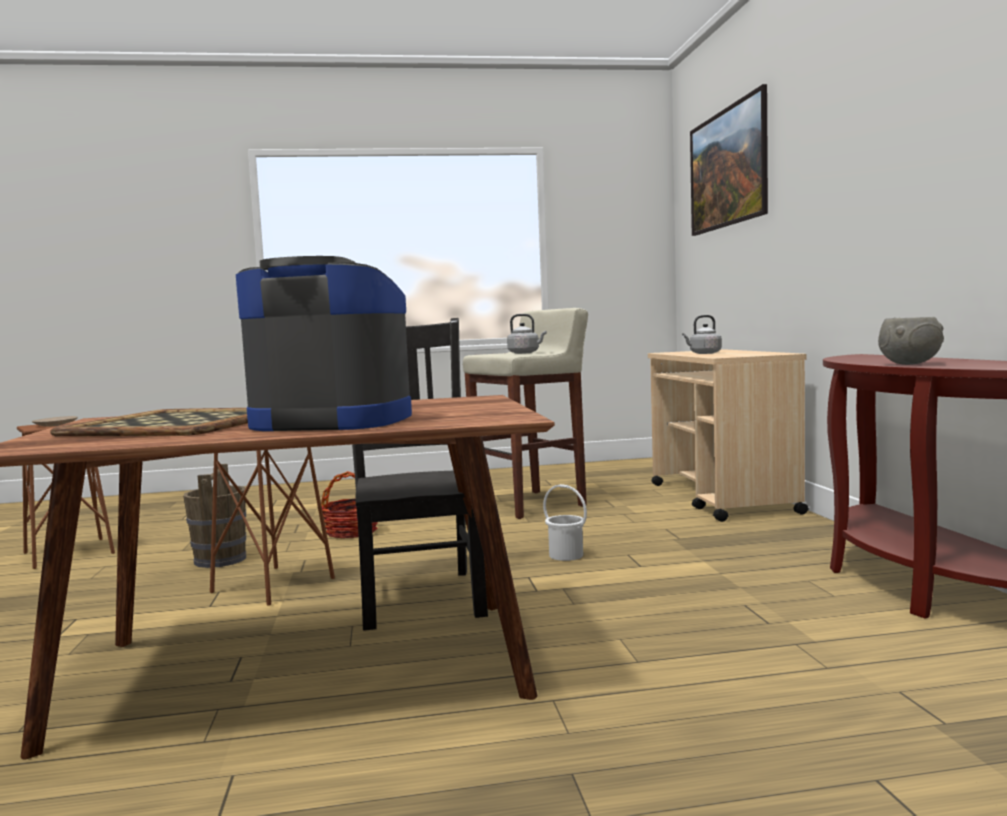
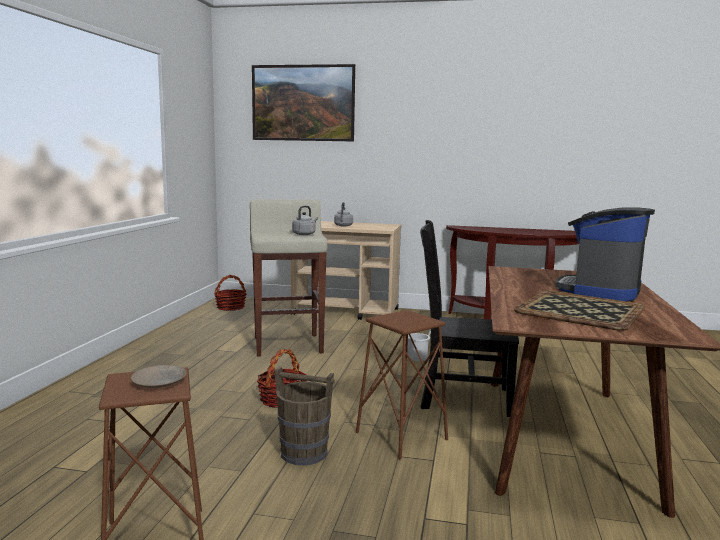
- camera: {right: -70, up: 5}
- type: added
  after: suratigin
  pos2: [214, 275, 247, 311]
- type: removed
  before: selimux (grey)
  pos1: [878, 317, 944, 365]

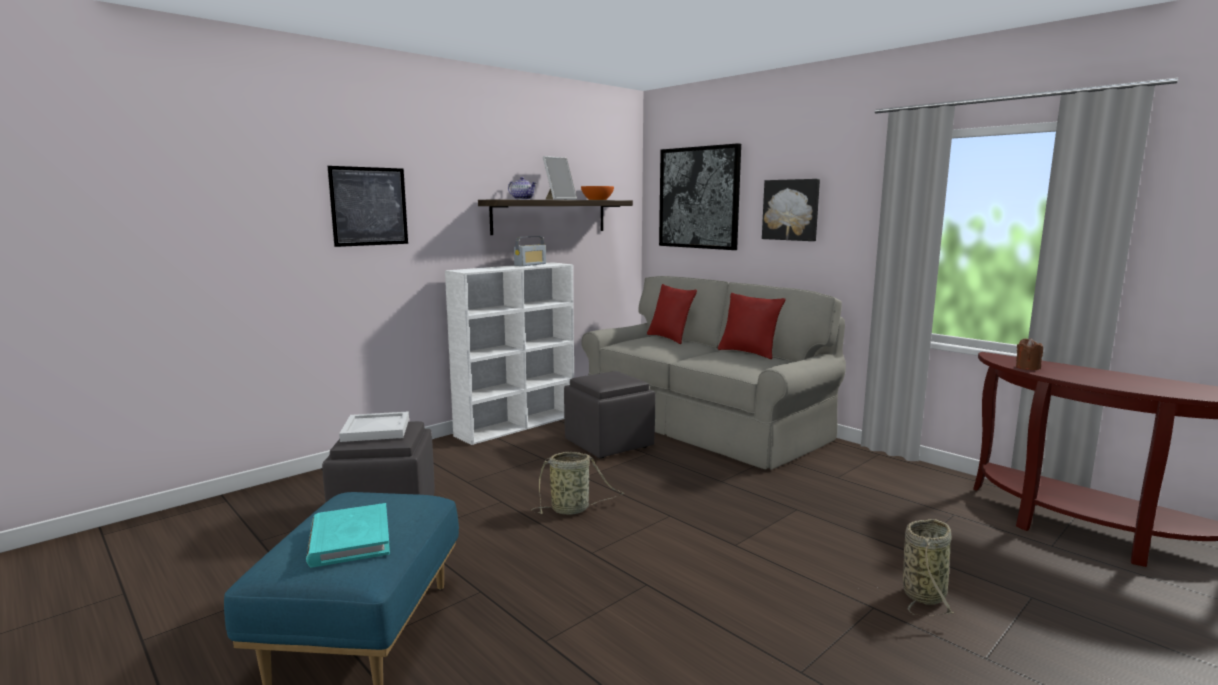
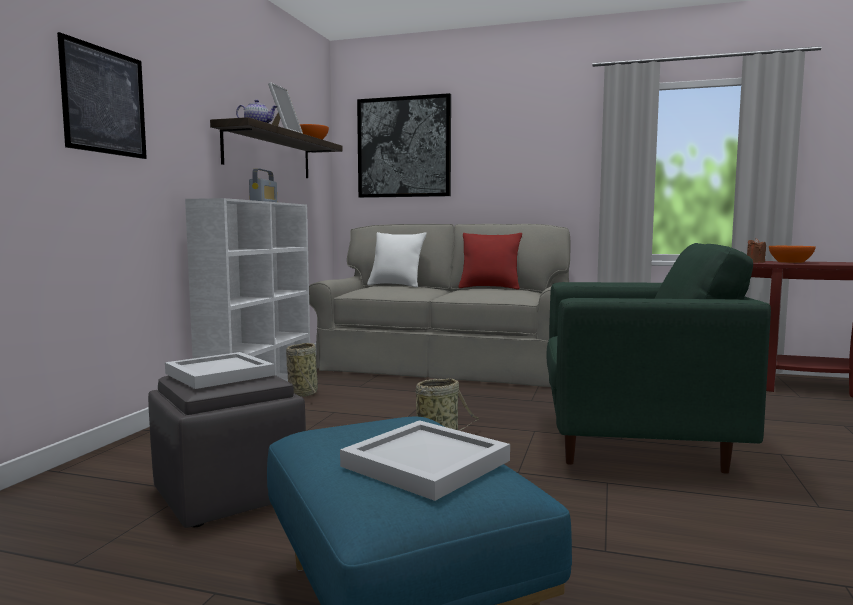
- camera: {right: -30, up: -5}
- type: moved
  before: suratigin
  pos1: [903, 519, 953, 616]
  pos2: [286, 343, 318, 397]
- type: replaced
  before: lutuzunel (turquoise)
  after: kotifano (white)
  pos1: [306, 503, 390, 567]
  pos2: [340, 420, 510, 501]
- type: recoloured
  before: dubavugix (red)
  after: dubavugix (white)
  pos1: [647, 284, 697, 344]
  pos2: [367, 232, 426, 288]
- type: added
  after: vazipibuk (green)
  pos2: [547, 243, 771, 474]
- type: added
  after: selimux (orange)
  pos2: [769, 246, 816, 263]
- type: removed
  before: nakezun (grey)
  pos1: [564, 371, 655, 458]
- type: removed
  before: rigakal
  pos1: [762, 179, 820, 241]

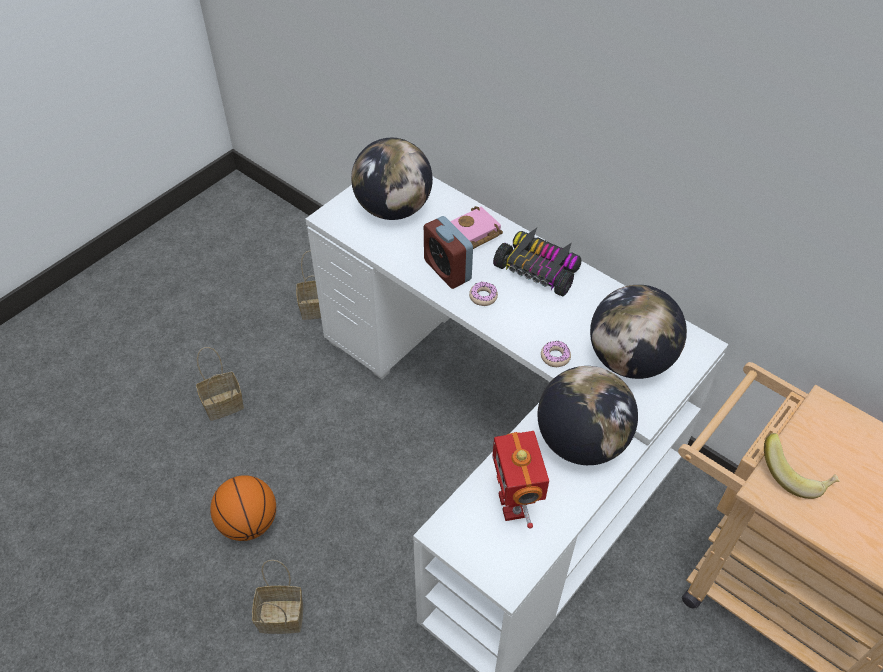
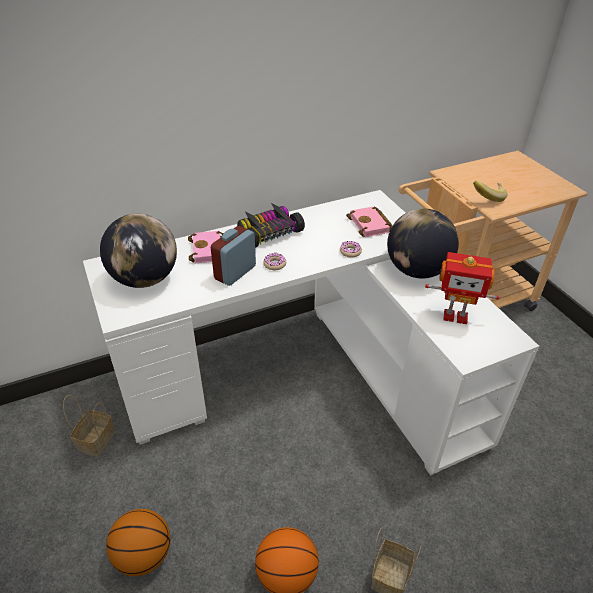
- camera: {right: -65, up: -10}
- type: replaced
  before: suratigin
  after: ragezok
  pos1: [196, 347, 244, 421]
  pos2: [106, 509, 170, 576]
- type: turned
  before: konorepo
  pos1: [424, 216, 473, 289]
  pos2: [211, 226, 256, 286]
  turn: 135
- type: replaced
  before: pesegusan
  after: lutuzunel (pink)
  pos1: [590, 285, 687, 379]
  pos2: [346, 207, 392, 237]

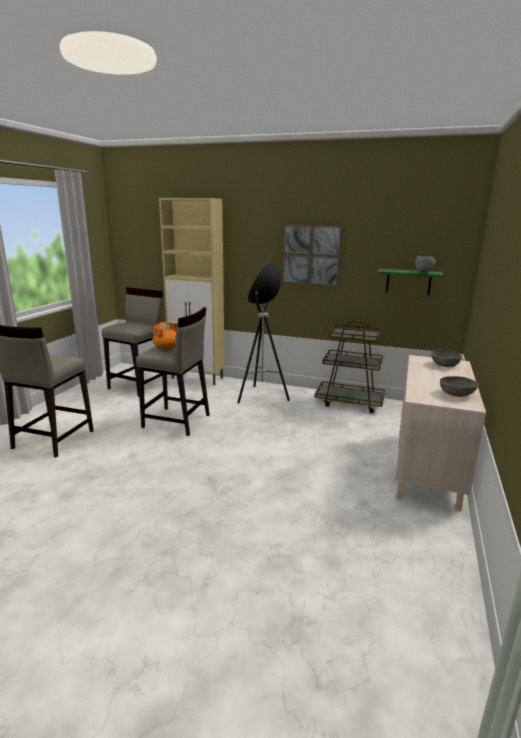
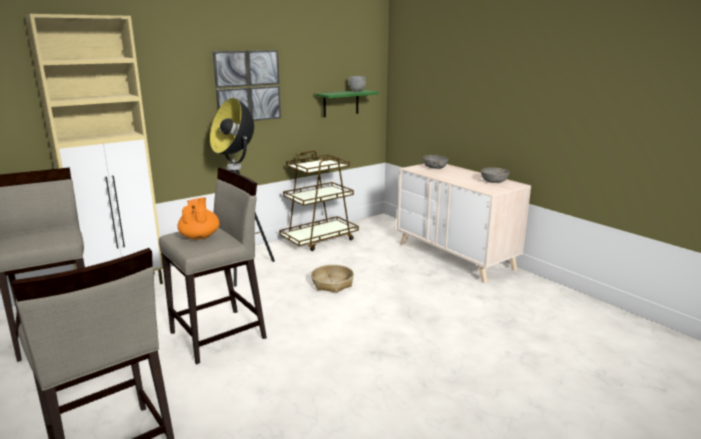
- camera: {right: -55, up: 0}
- type: added
  after: suratigin
  pos2: [311, 265, 354, 293]

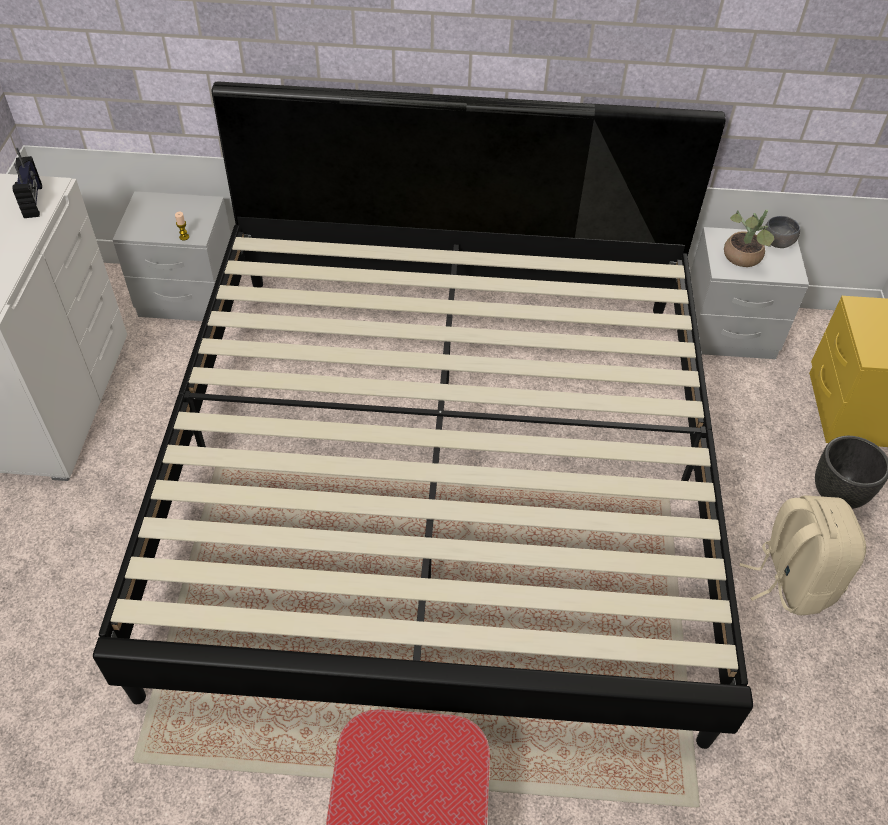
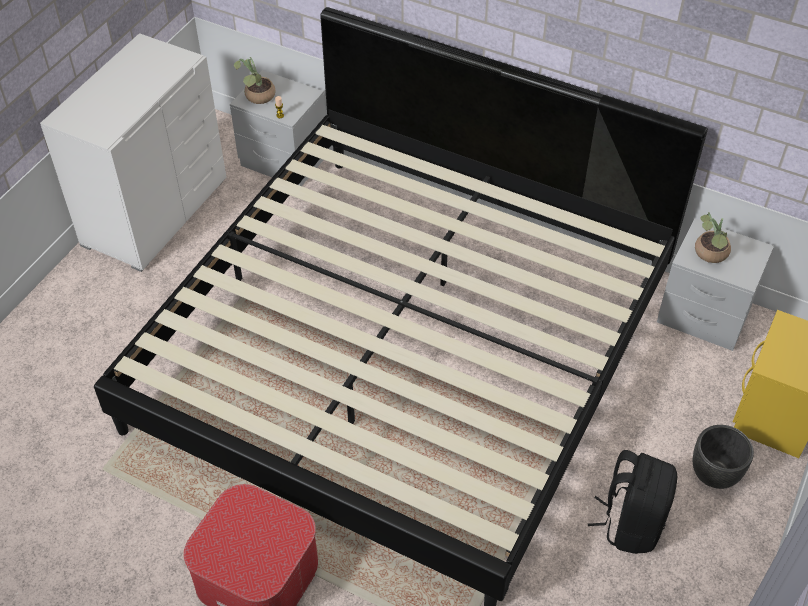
- camera: {right: 25, up: 0}
- type: added
  after: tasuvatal
  pos2: [234, 57, 276, 104]
- type: recoloured
  before: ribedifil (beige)
  after: ribedifil (black)
  pos1: [740, 495, 866, 615]
  pos2: [588, 450, 677, 554]
- type: removed
  before: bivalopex
  pos1: [12, 148, 42, 218]
- type: removed
  before: selimux (grey)
  pos1: [765, 216, 800, 248]

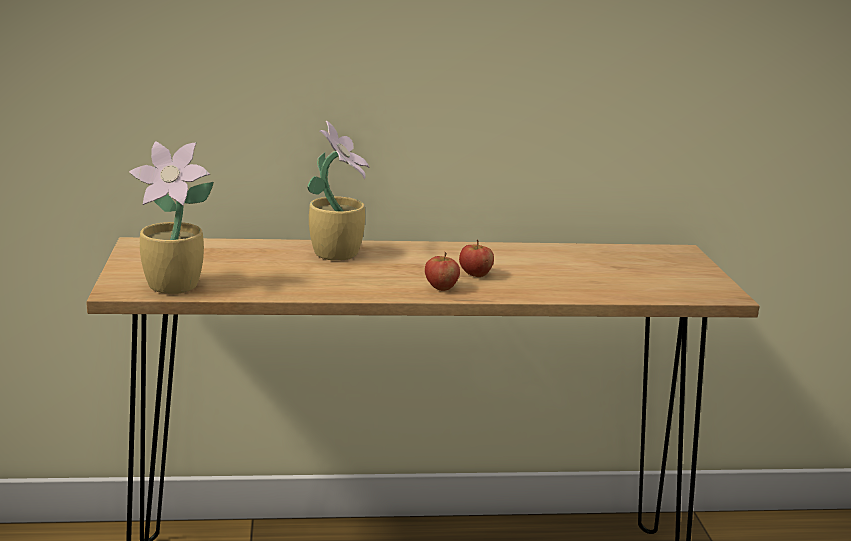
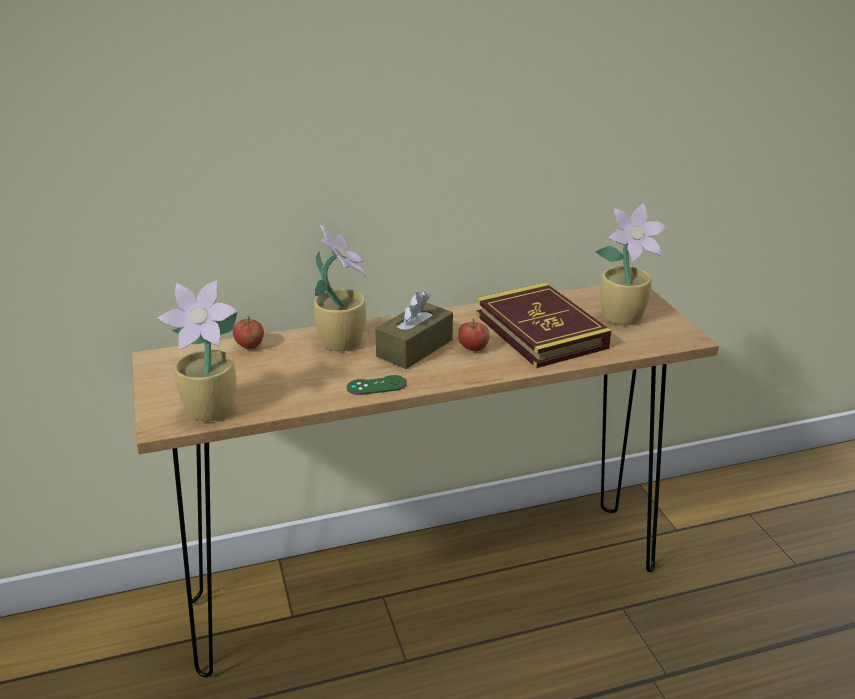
- camera: {right: -10, up: 10}
- type: moved
  before: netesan
  pos1: [425, 252, 460, 291]
  pos2: [233, 316, 264, 350]
- type: added
  after: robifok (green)
  pos2: [347, 375, 407, 395]
- type: added
  after: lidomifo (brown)
  pos2: [375, 292, 453, 369]
- type: added
  after: lutuzunel
  pos2: [476, 282, 611, 368]
- type: added
  after: tasuvatal
  pos2: [595, 203, 667, 325]

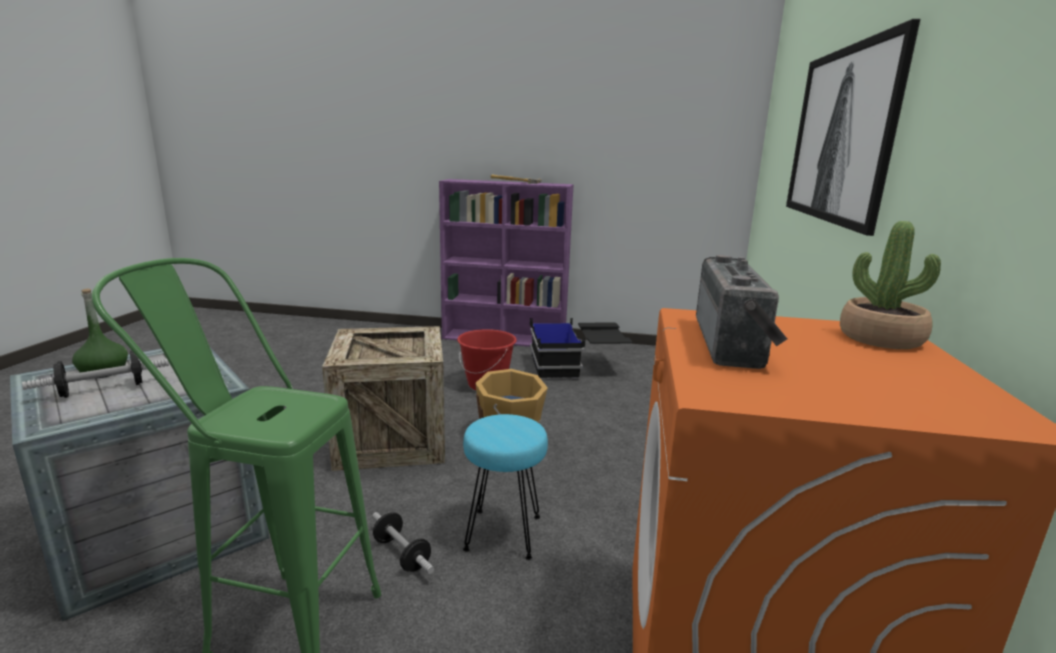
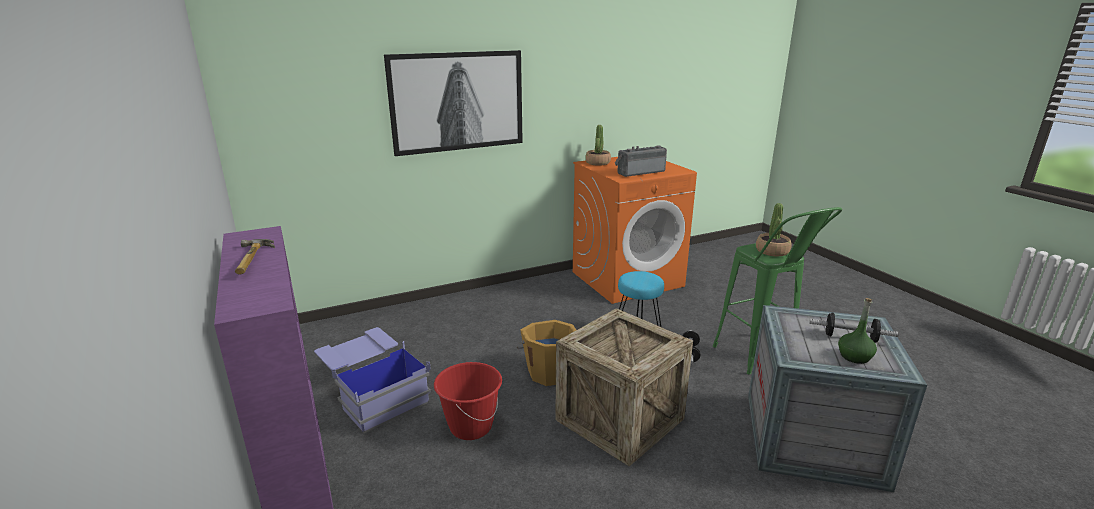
- camera: {right: -125, up: 5}
- type: recoloured
  before: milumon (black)
  after: milumon (blue)
  pos1: [530, 318, 632, 380]
  pos2: [314, 327, 431, 433]
- type: added
  after: tasuvatal
  pos2: [756, 203, 792, 256]

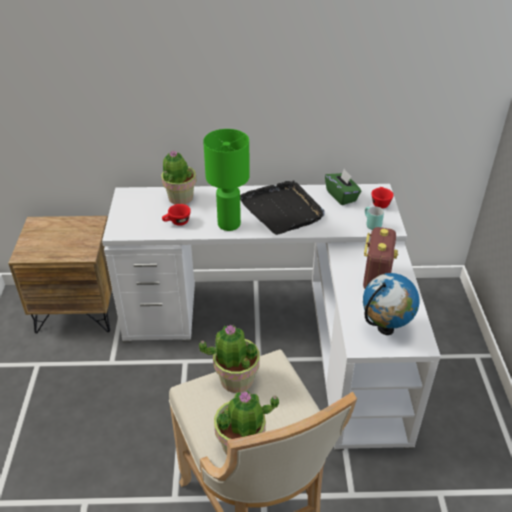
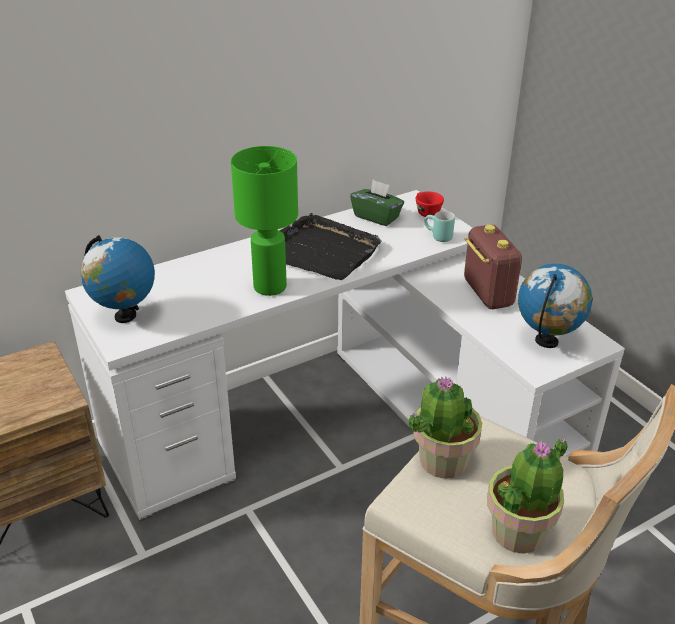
- camera: {right: -30, up: -5}
- type: added
  after: pesegusan
  pos2: [81, 235, 155, 323]
- type: removed
  before: tasuvatal
  pos1: [161, 150, 196, 204]
- type: removed
  before: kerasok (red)
  pos1: [162, 204, 191, 226]

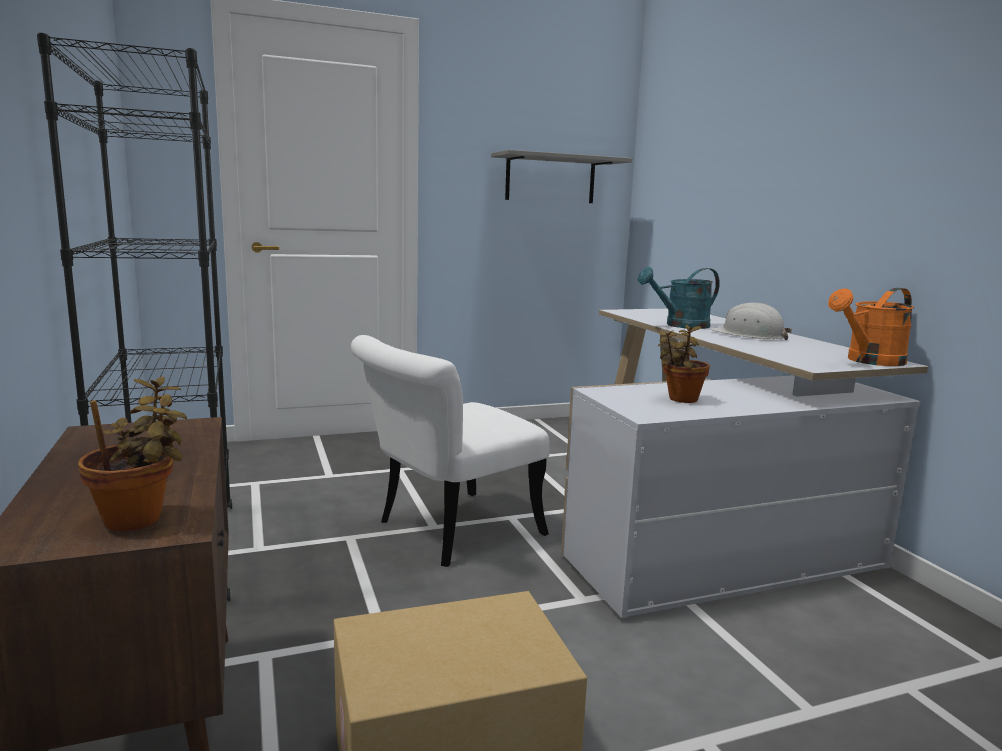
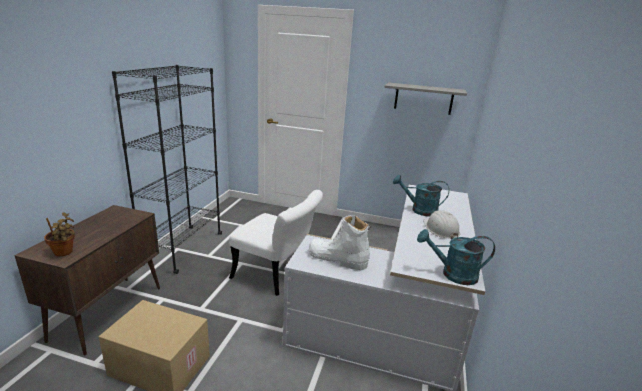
- camera: {right: 35, up: 10}
- type: turned
  before: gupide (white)
  pos1: [351, 335, 550, 567]
  pos2: [229, 190, 323, 296]
  turn: -150
- type: replaced
  before: tasuvatal
  after: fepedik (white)
  pos1: [658, 325, 710, 403]
  pos2: [309, 215, 371, 271]
- type: recoloured
  before: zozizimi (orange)
  after: zozizimi (turquoise)
  pos1: [828, 288, 914, 366]
  pos2: [417, 229, 495, 285]

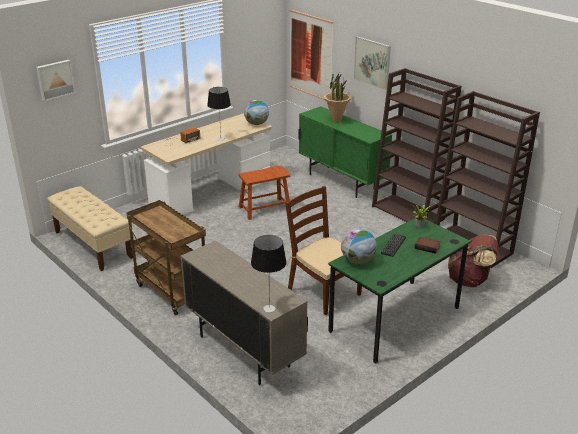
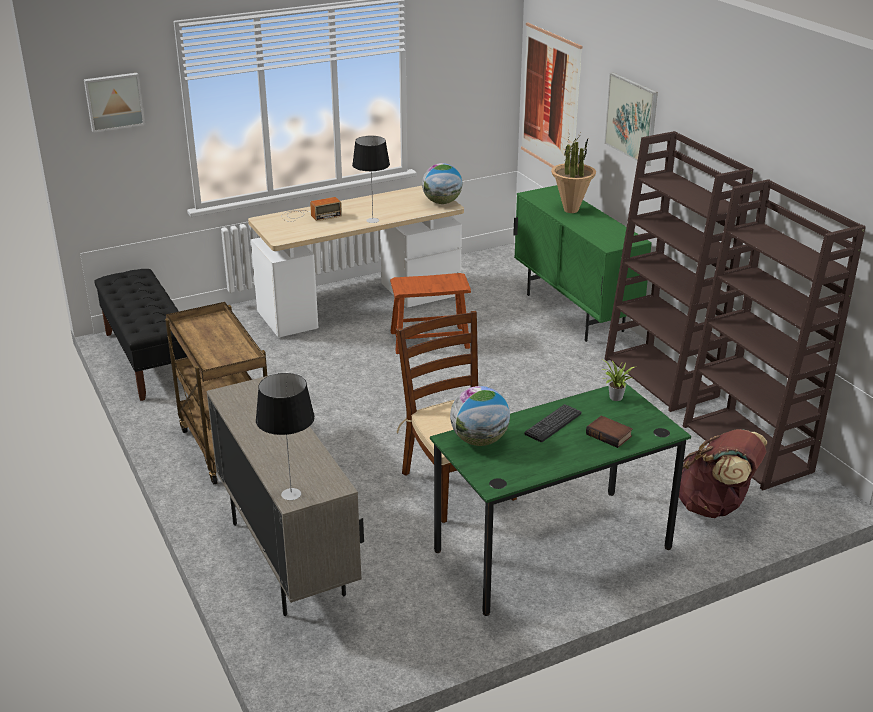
- camera: {right: 15, up: 0}
- type: recoloured
  before: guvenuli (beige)
  after: guvenuli (black)
  pos1: [47, 186, 133, 271]
  pos2: [94, 269, 187, 401]

